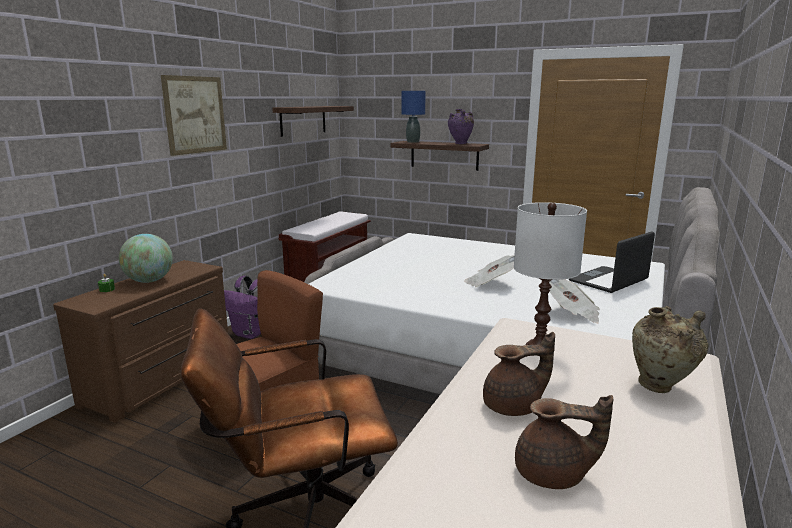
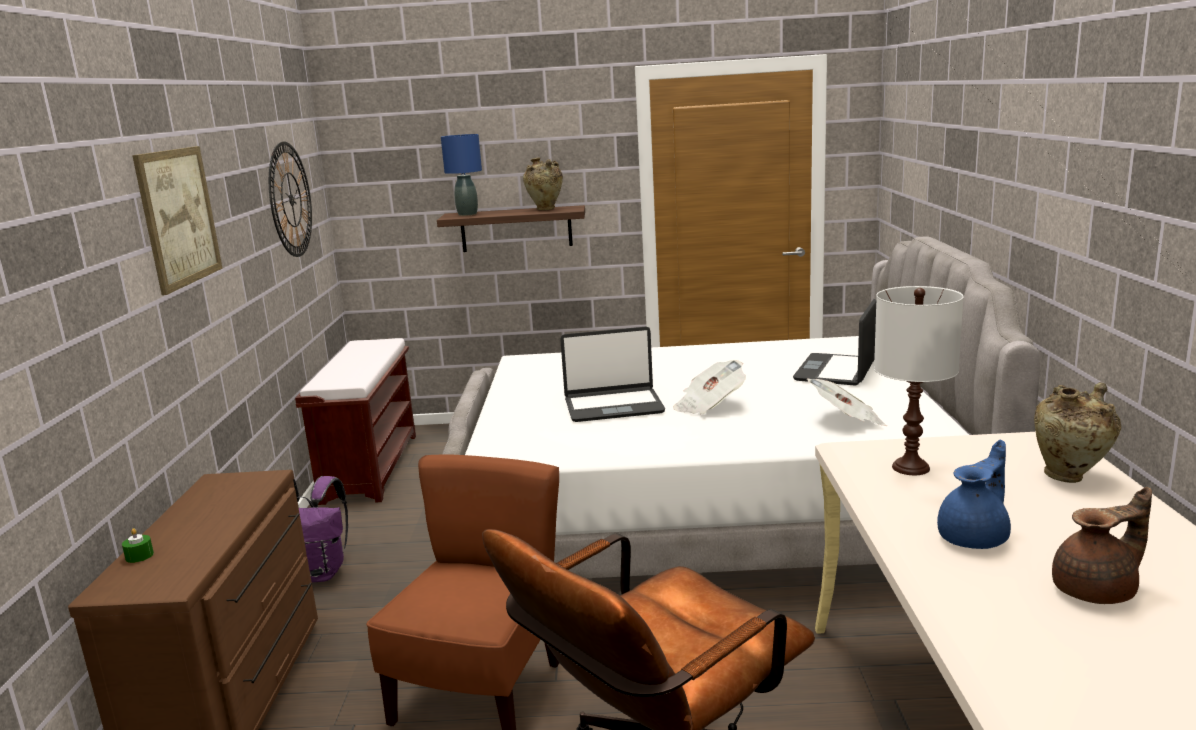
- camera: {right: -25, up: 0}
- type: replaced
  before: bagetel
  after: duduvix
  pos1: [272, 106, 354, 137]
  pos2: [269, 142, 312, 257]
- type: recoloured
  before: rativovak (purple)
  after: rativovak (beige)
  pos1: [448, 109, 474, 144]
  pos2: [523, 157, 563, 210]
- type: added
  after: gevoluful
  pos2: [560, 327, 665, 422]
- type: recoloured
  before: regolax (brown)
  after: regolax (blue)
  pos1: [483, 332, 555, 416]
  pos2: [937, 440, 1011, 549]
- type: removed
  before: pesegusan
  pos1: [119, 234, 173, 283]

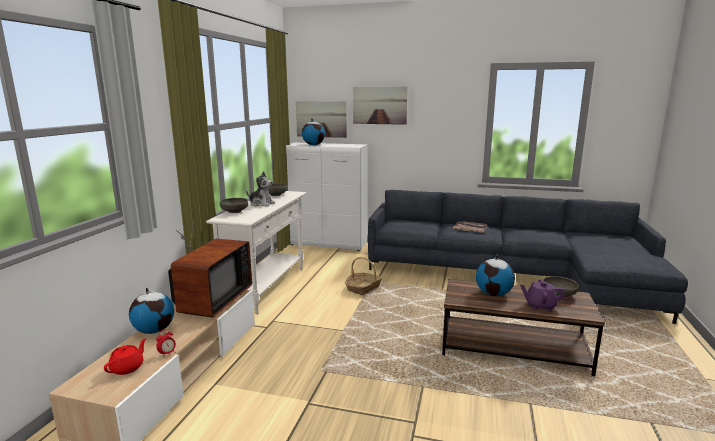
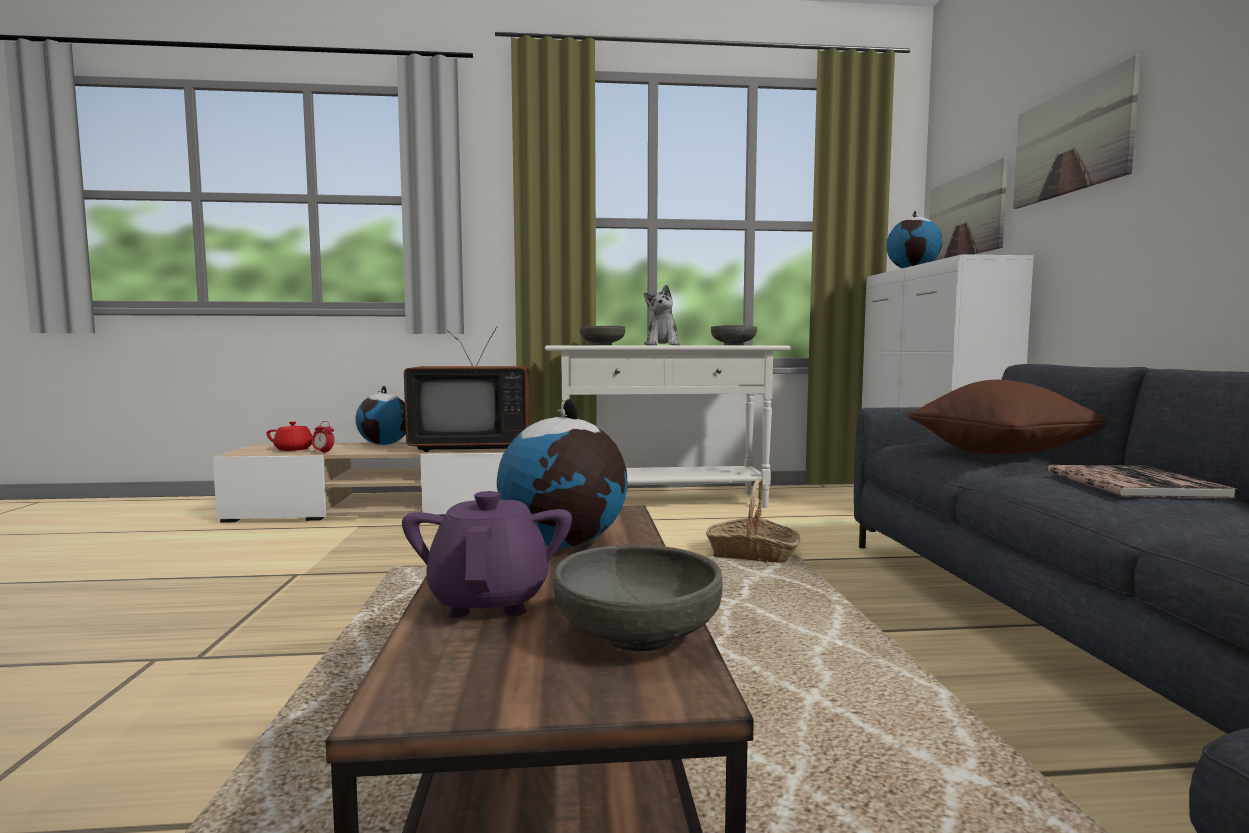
- camera: {right: 70, up: -10}
- type: added
  after: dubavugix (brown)
  pos2: [908, 380, 1107, 454]

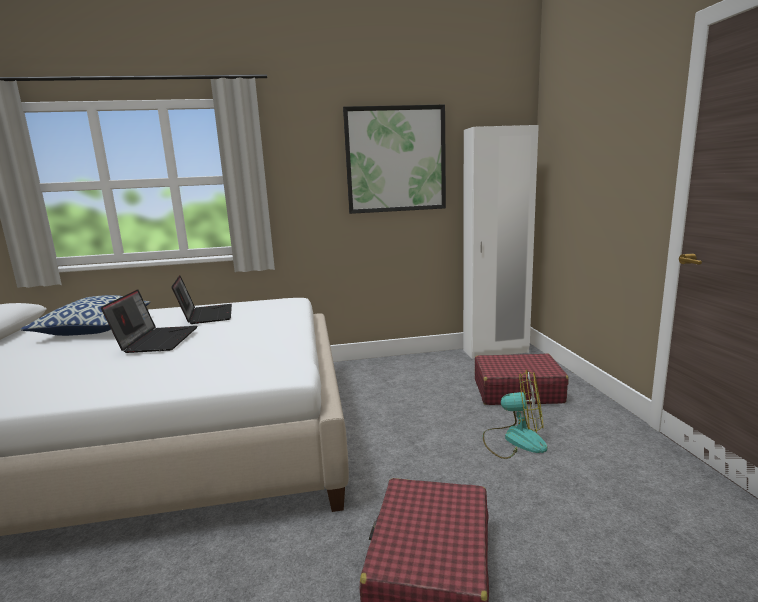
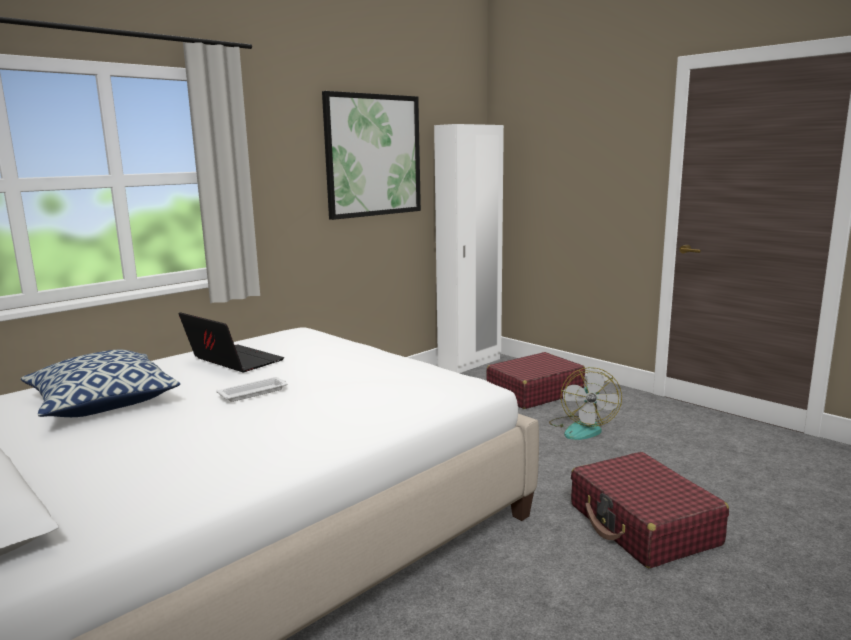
- camera: {right: -35, up: 0}
- type: replaced
  before: gevoluful
  after: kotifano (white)
  pos1: [101, 289, 197, 353]
  pos2: [216, 377, 287, 402]
- type: turned
  before: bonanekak
  pos1: [483, 369, 547, 459]
  pos2: [549, 367, 622, 440]
  turn: 120

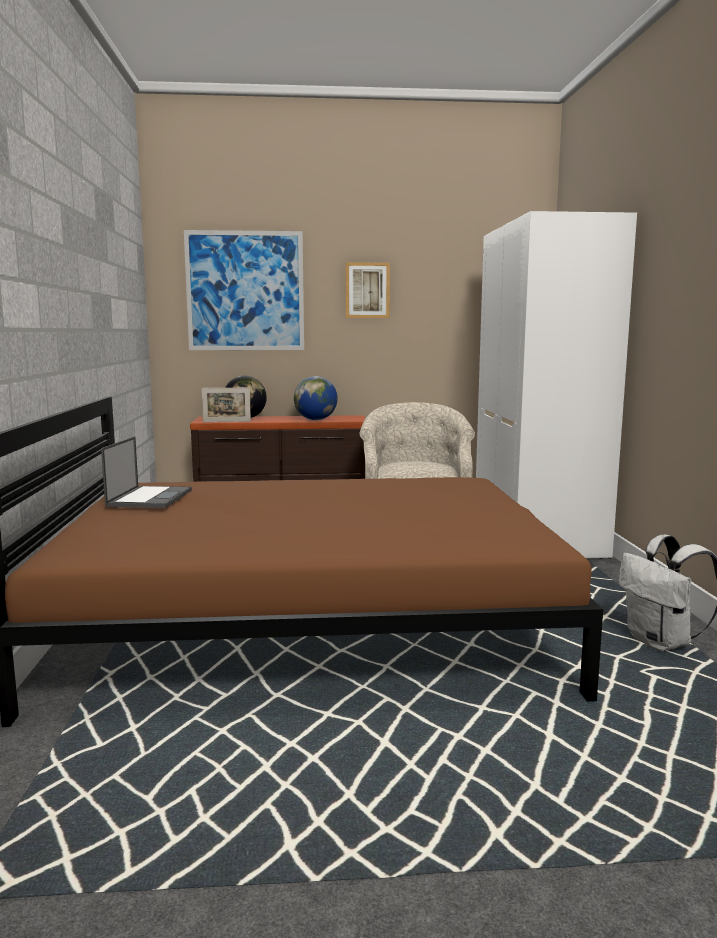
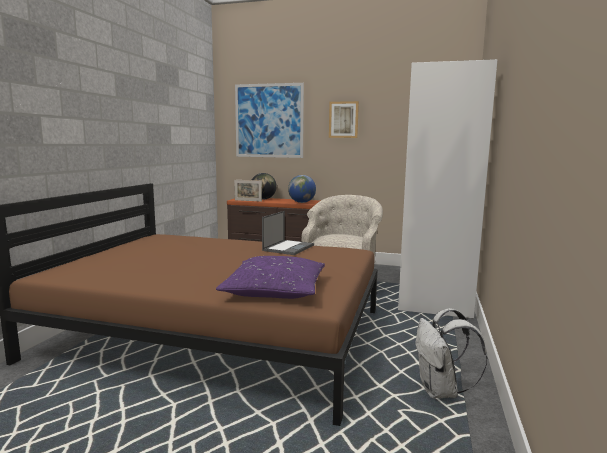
- camera: {right: 20, up: 0}
- type: added
  after: dubavugix (purple)
  pos2: [216, 256, 325, 299]
- type: moved
  before: gevoluful
  pos1: [101, 436, 192, 508]
  pos2: [262, 211, 314, 255]

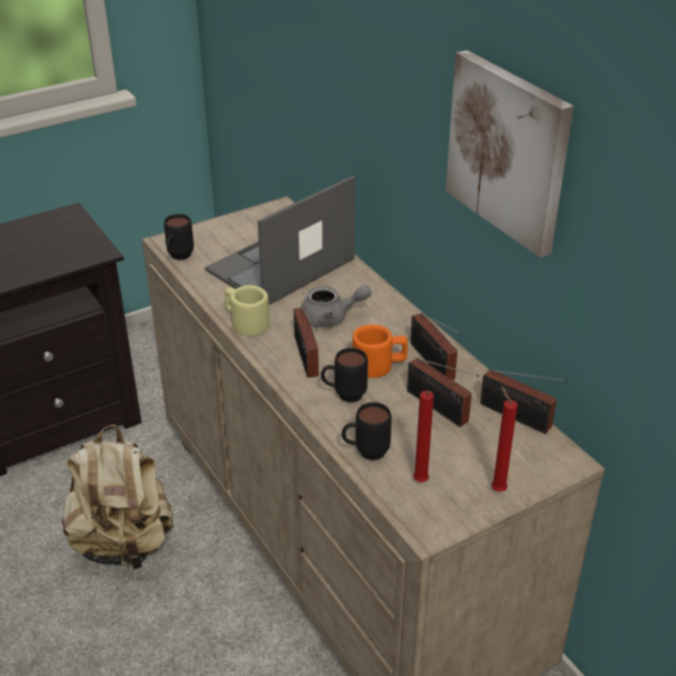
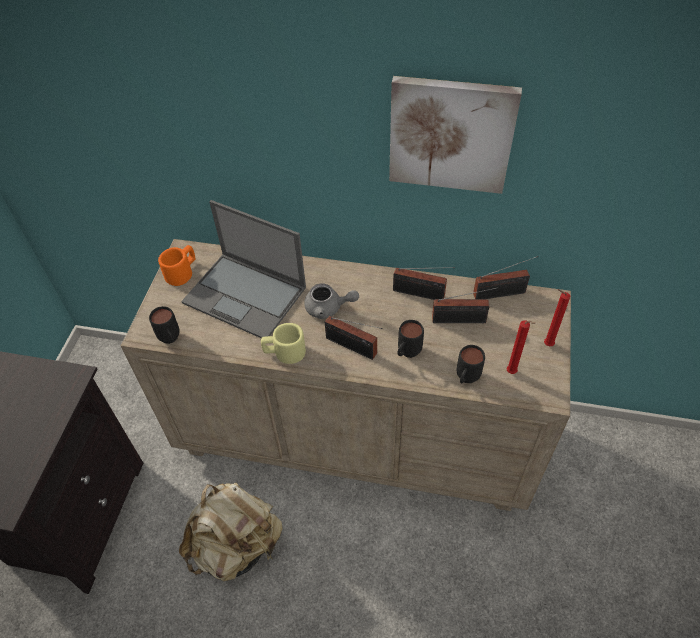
- camera: {right: -45, up: 15}
- type: moved
  before: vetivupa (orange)
  pos1: [353, 325, 408, 378]
  pos2: [158, 245, 195, 286]
- type: turned
  before: gevoluful
  pos1: [205, 176, 355, 305]
  pos2: [181, 200, 306, 338]
  turn: -60
- type: turned
  before: regolax (grey)
  pos1: [301, 285, 372, 327]
  pos2: [304, 284, 359, 319]
  turn: 60

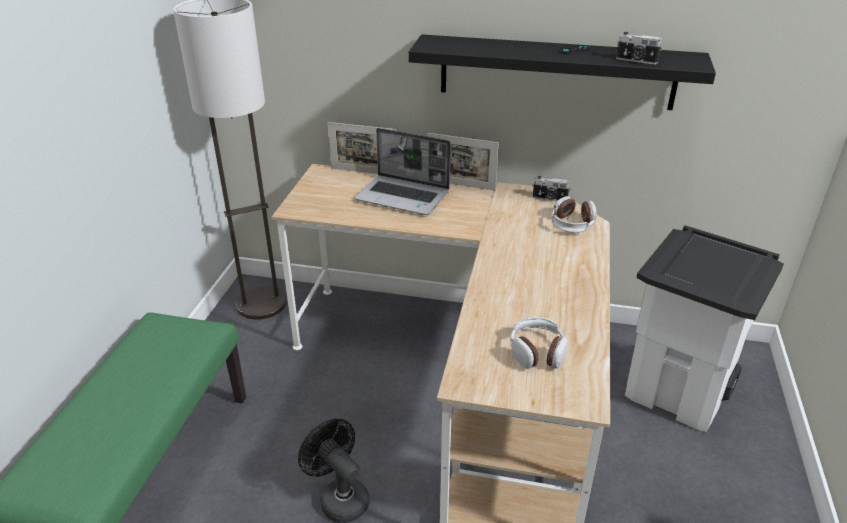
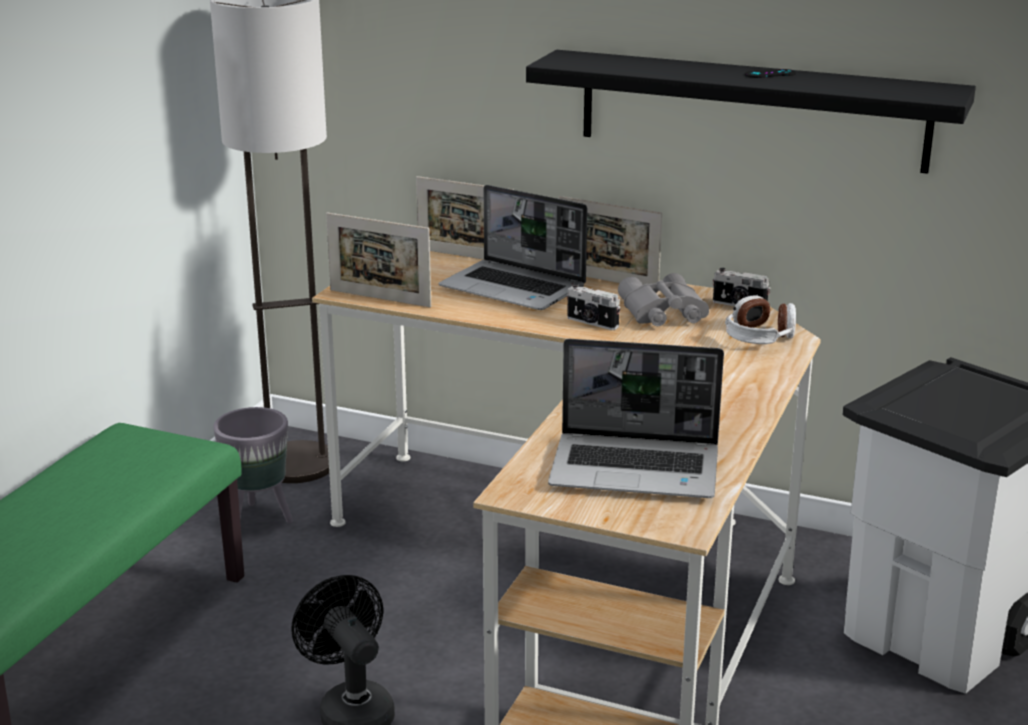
- camera: {right: 10, up: -10}
- type: added
  after: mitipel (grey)
  pos2: [213, 407, 293, 523]
- type: added
  after: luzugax
  pos2: [326, 212, 431, 307]
- type: replaced
  before: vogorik
  after: gevoluful
  pos1: [510, 317, 568, 369]
  pos2: [548, 339, 724, 498]
- type: moved
  before: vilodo
  pos1: [616, 32, 662, 65]
  pos2: [567, 283, 620, 330]
- type: added
  after: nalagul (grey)
  pos2: [618, 273, 709, 326]

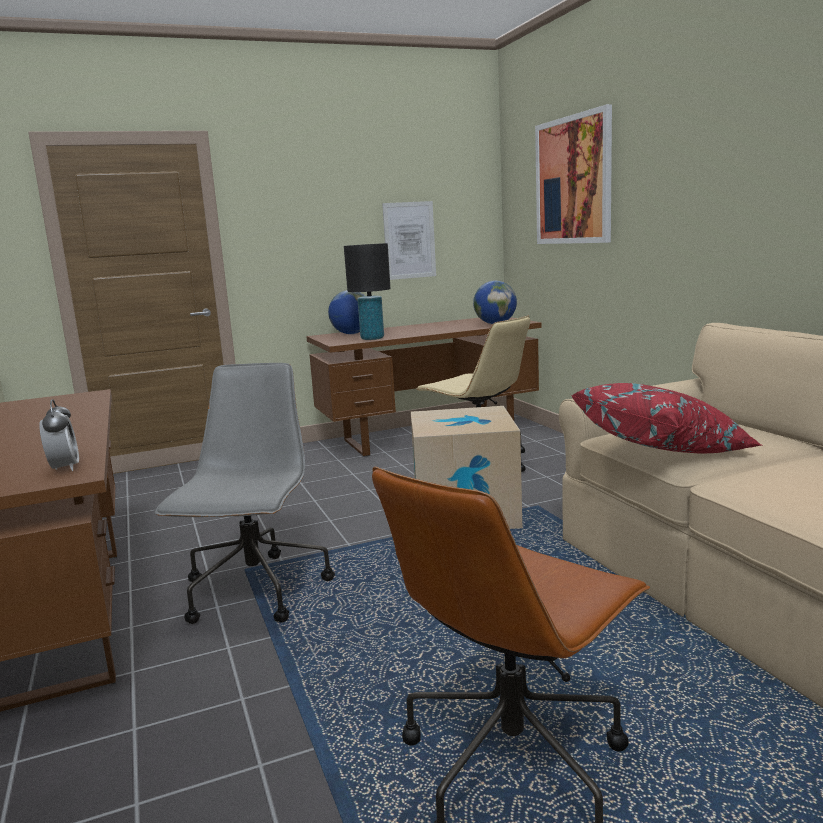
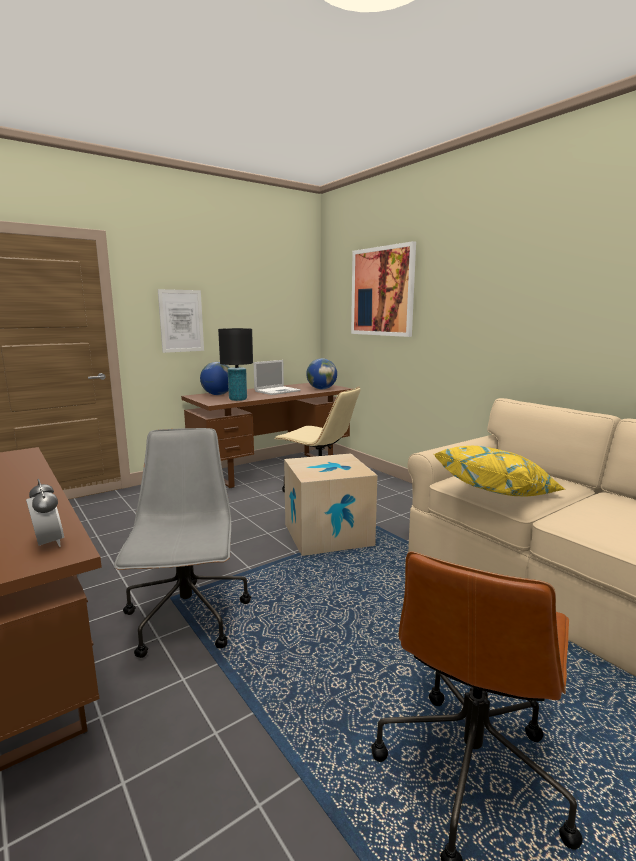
- camera: {right: -15, up: 0}
- type: moved
  before: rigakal
  pos1: [382, 201, 436, 280]
  pos2: [158, 289, 204, 353]
- type: added
  after: gevoluful
  pos2: [254, 360, 301, 395]
- type: recoloured
  before: dubavugix (red)
  after: dubavugix (yellow)
  pos1: [571, 383, 763, 454]
  pos2: [434, 446, 566, 496]

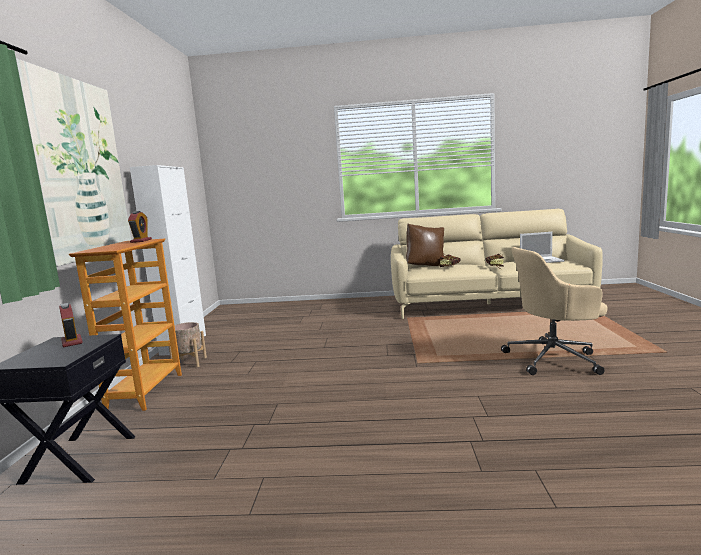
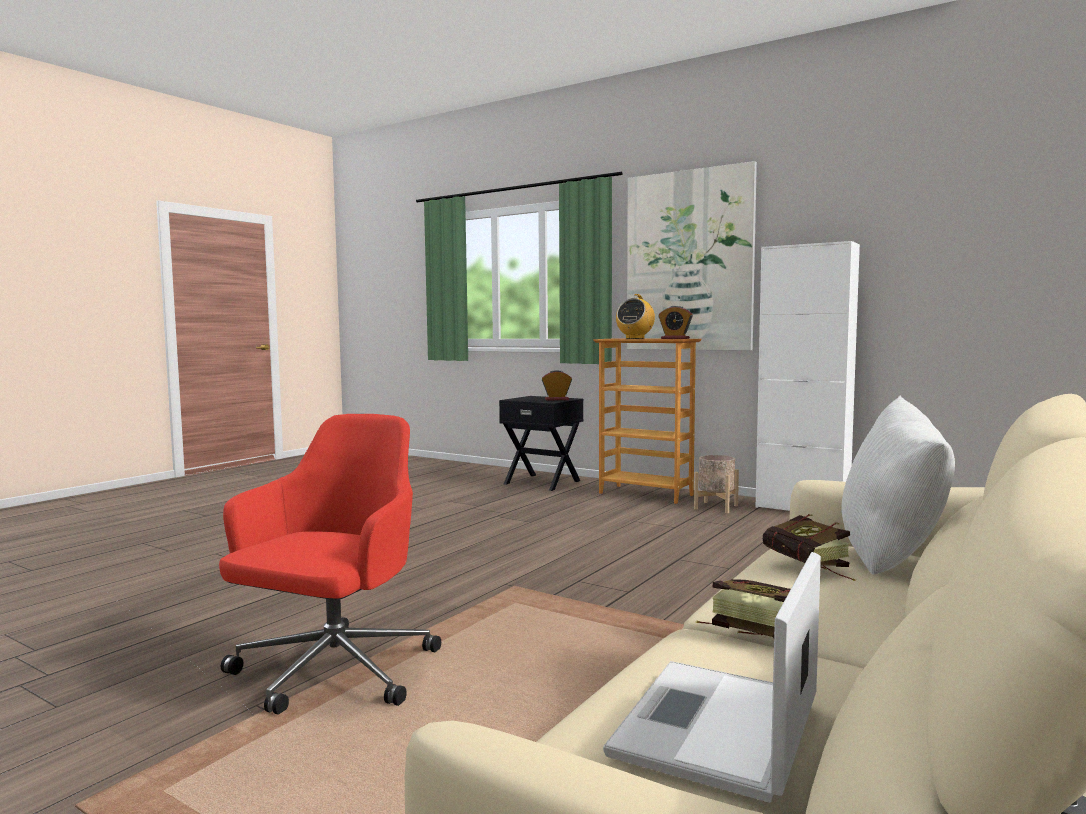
- camera: {right: 120, up: -5}
- type: recoloured
  before: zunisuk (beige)
  after: zunisuk (red)
  pos1: [501, 247, 607, 375]
  pos2: [219, 414, 441, 715]
- type: added
  after: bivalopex
  pos2: [616, 294, 655, 339]
- type: recoloured
  before: dubavugix (brown)
  after: dubavugix (white)
  pos1: [406, 223, 444, 266]
  pos2: [841, 396, 955, 574]

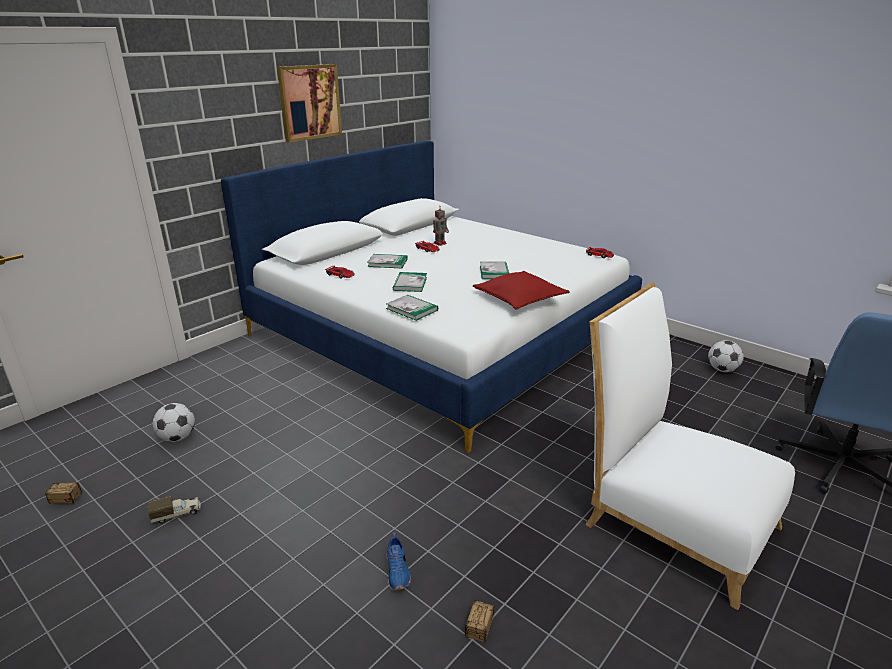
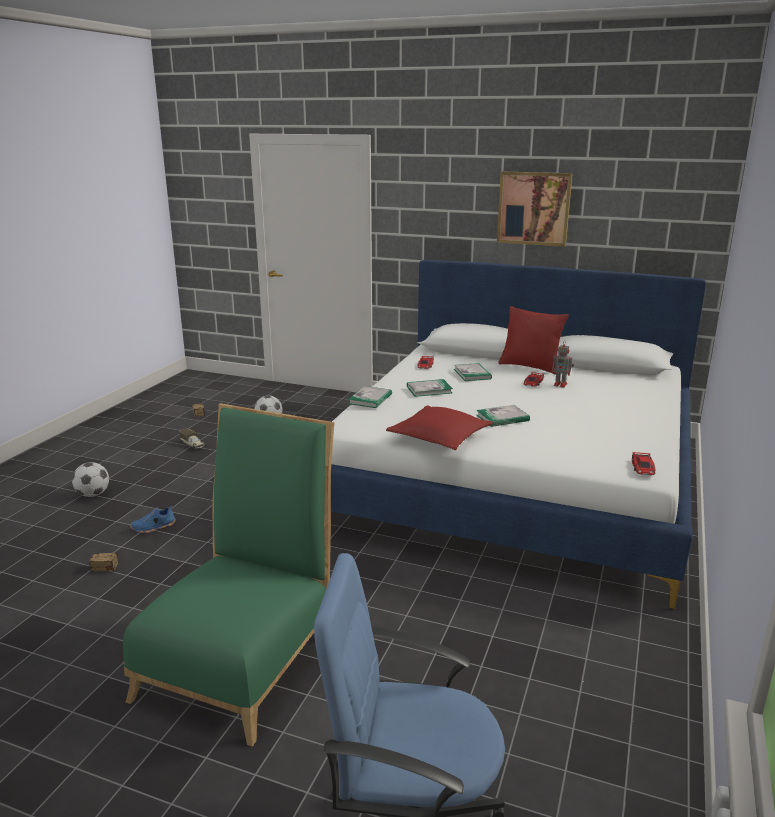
- camera: {right: 70, up: -5}
- type: moved
  before: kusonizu
  pos1: [708, 340, 744, 372]
  pos2: [72, 462, 109, 497]
- type: recoloured
  before: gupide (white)
  after: gupide (green)
  pos1: [585, 283, 795, 610]
  pos2: [123, 403, 334, 746]
- type: added
  after: dubavugix (red)
  pos2: [499, 306, 569, 375]

